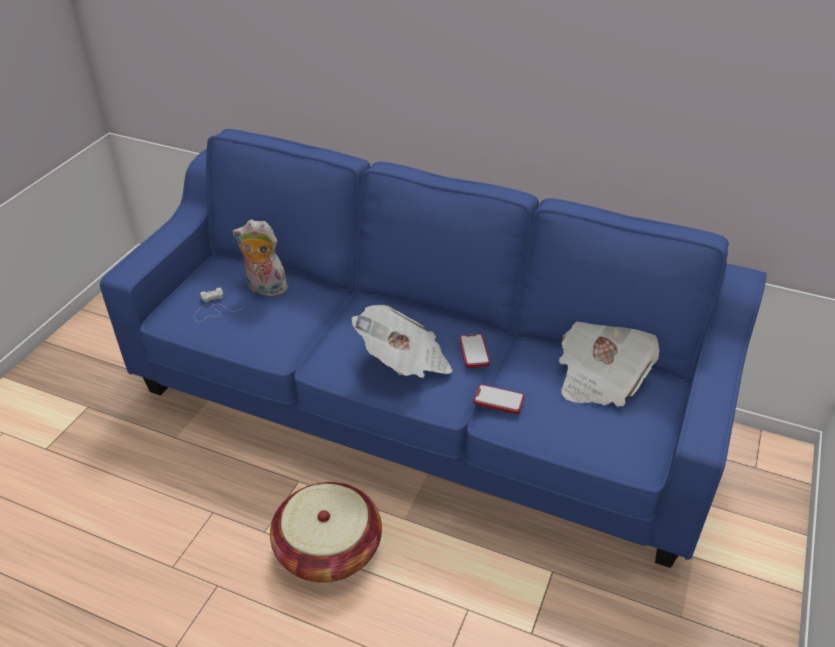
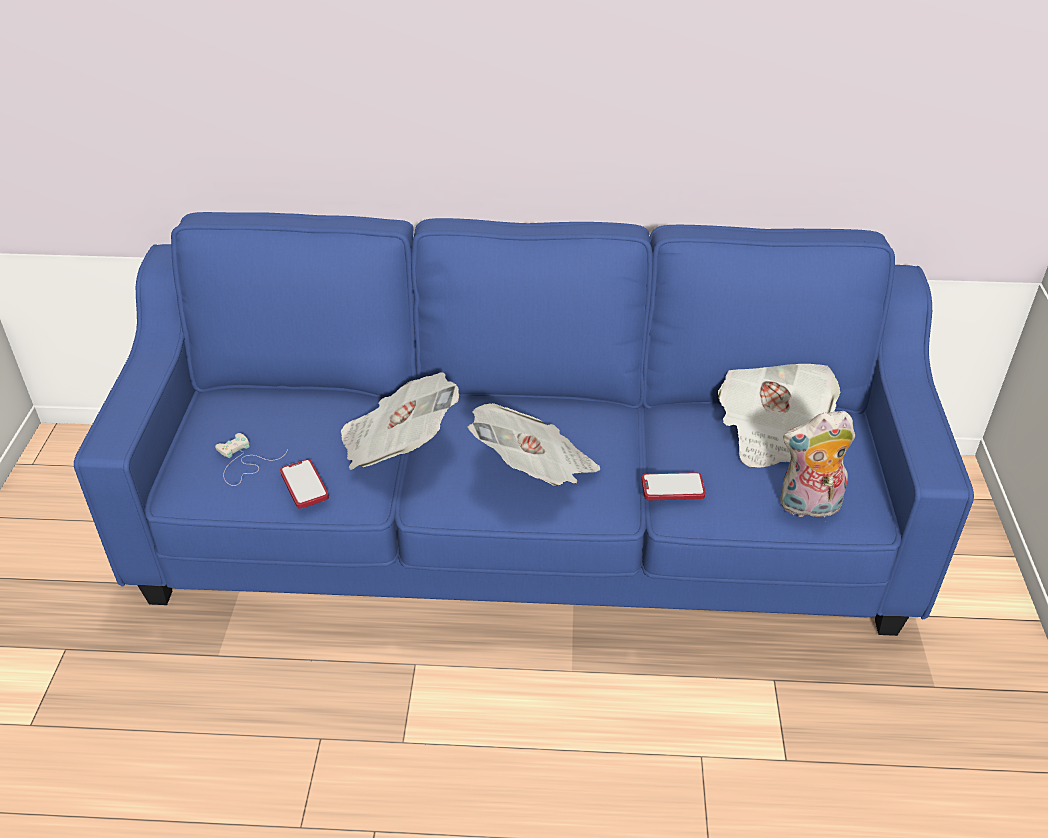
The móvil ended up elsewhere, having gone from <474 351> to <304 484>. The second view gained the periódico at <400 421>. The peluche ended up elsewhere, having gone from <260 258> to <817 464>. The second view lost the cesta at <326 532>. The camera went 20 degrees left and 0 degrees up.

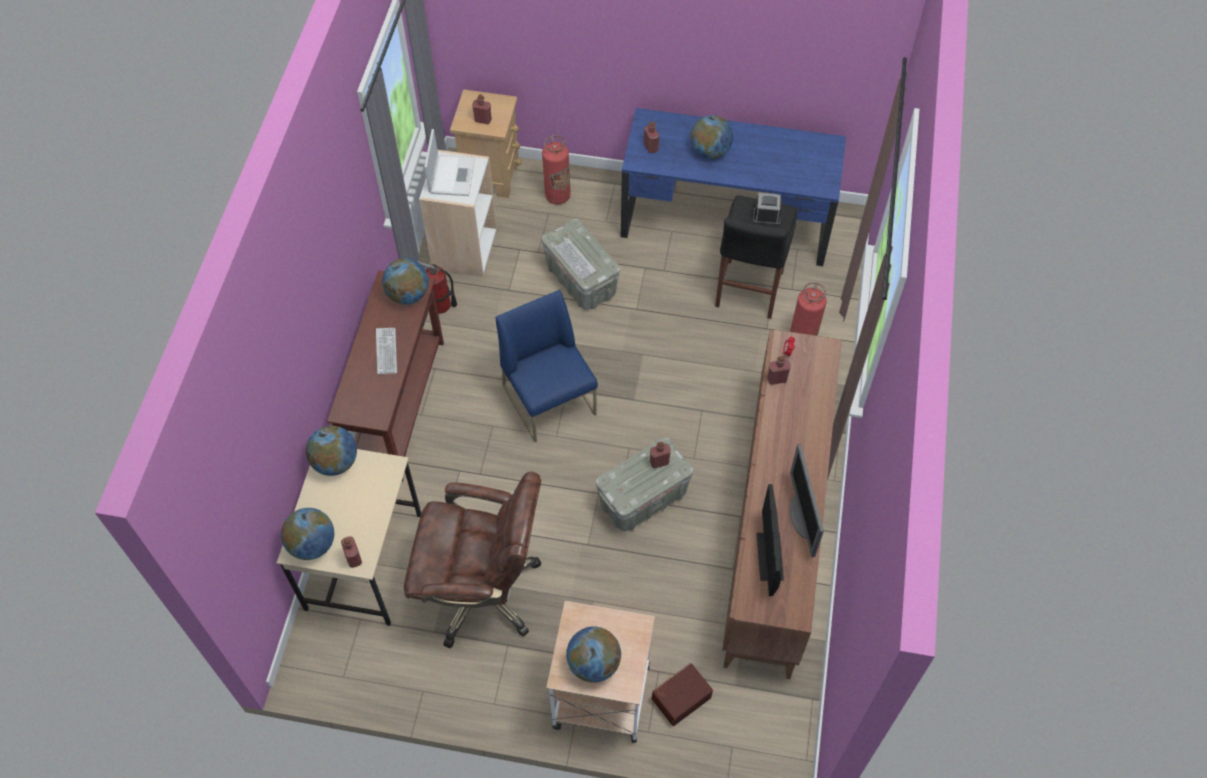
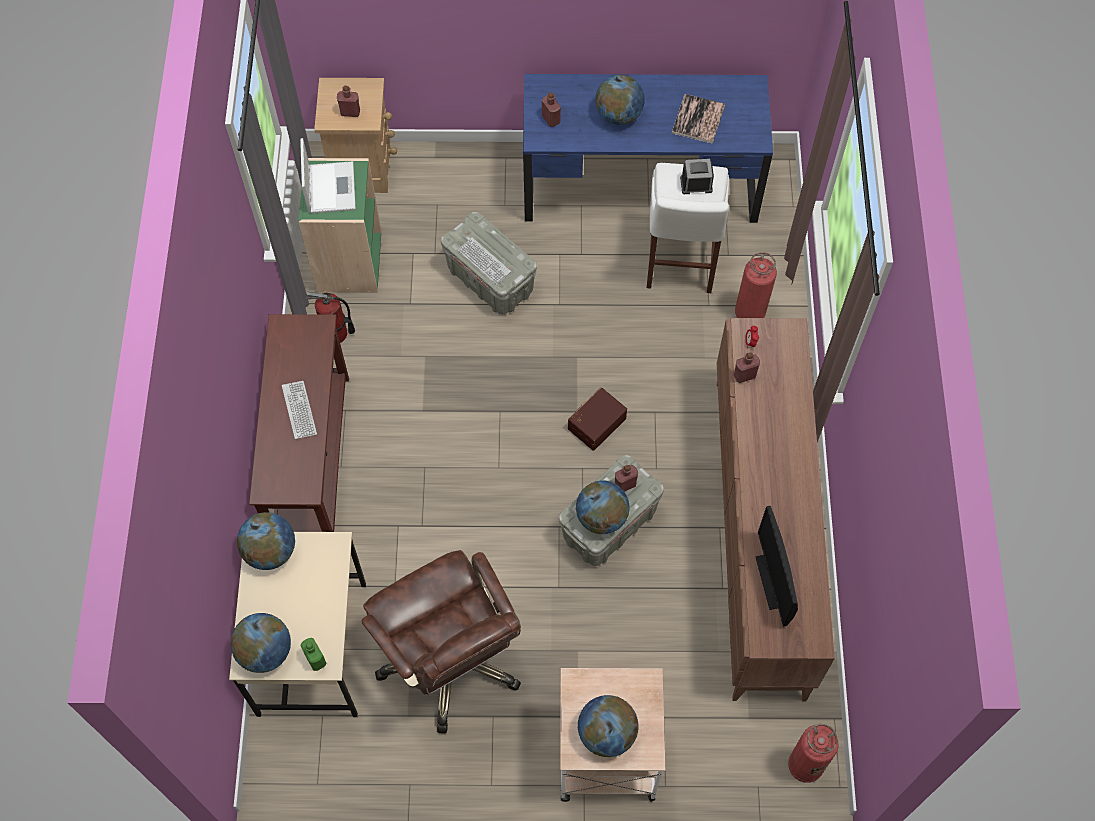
What was the estantería [blanco] at <458 213> turned into the estantería [verde] at <340 225>. What was the botella [rojo] at <351 552> turned into the botella [verde] at <313 654>. The silla de oficina [marrón] at <473 560> ended up facing another way, 60 degrees clockwise from before. The caja de almacenaje [marrón] ended up elsewhere, having gone from <682 694> to <597 419>. The globo terráqueo ended up elsewhere, having gone from <405 281> to <603 507>. What was the taburete [negro] at <756 257> turned into the taburete [blanco] at <688 228>. The second view gained the libro at <698 118>. The extintor ended up elsewhere, having gone from <556 170> to <813 753>. The second view lost the silla [azul] at <547 366>. The second view lost the monitor at <807 500>. The camera went 10 degrees left and 5 degrees up.

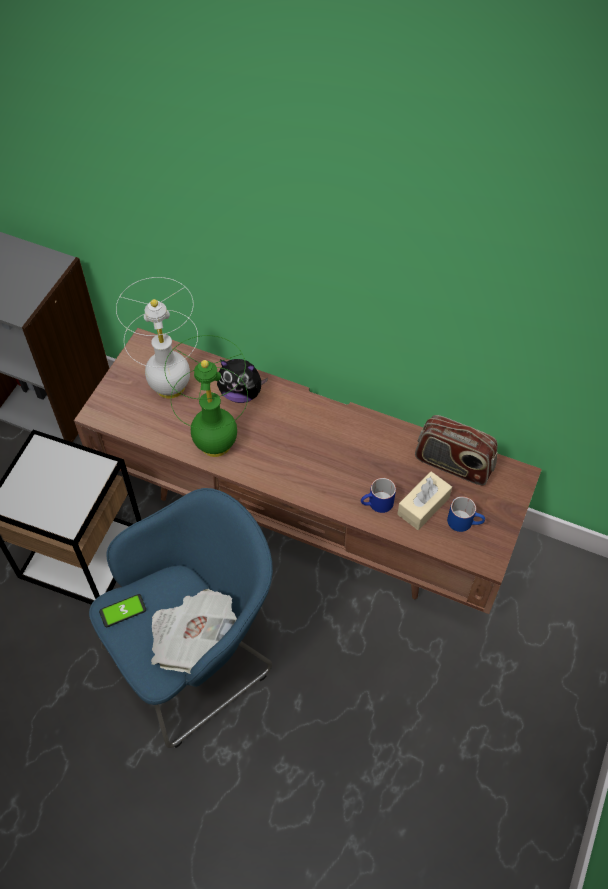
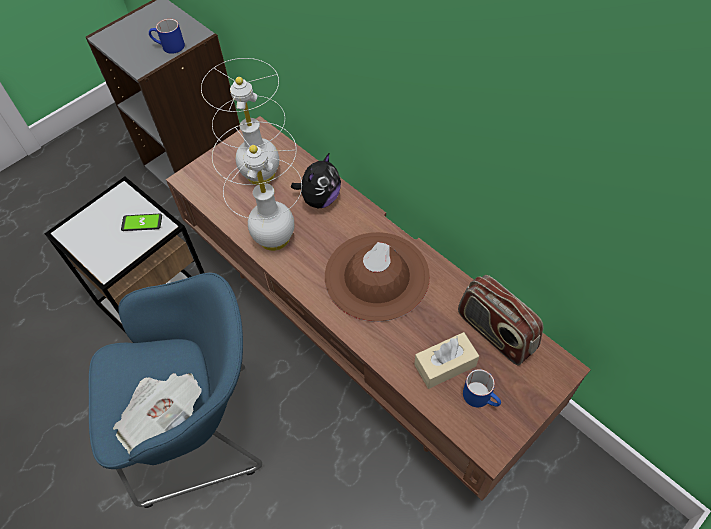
The móvil ended up elsewhere, having gone from <122 610> to <141 222>. The taza grande [azul] ended up elsewhere, having gone from <378 495> to <167 36>. What was the lámpara de mesa [verde] at <206 396> turned into the lámpara de mesa [blanco] at <257 186>. The peluche at <242 381> ended up facing another way, 90 degrees counterclockwise from before. The second view gained the sombrero [marrón] at <377 277>. The camera went 25 degrees right and 0 degrees up.

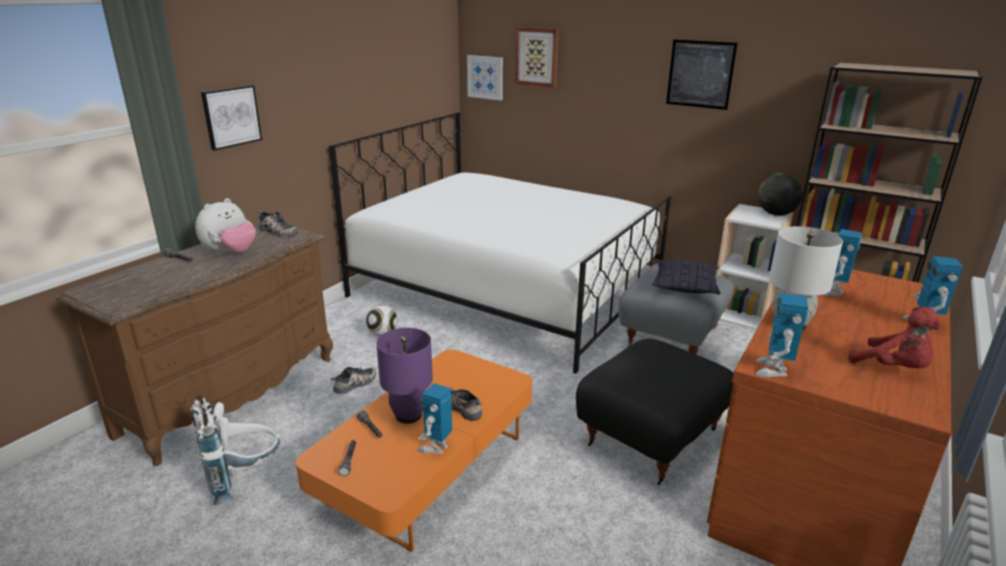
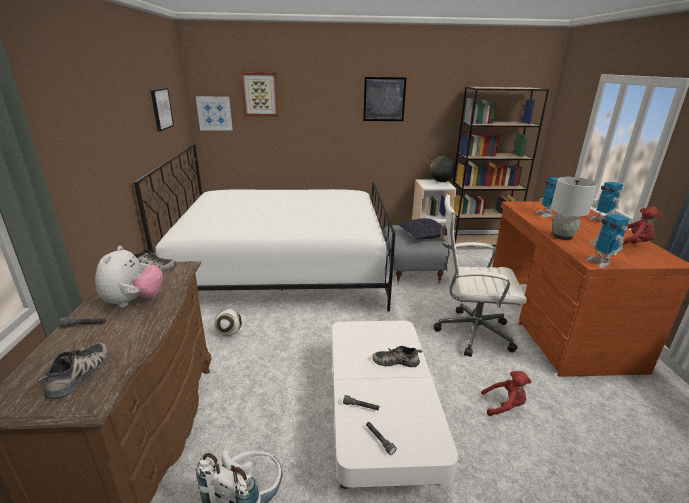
The zapato ended up elsewhere, having gone from <353 380> to <73 371>. The cuadro ended up elsewhere, having gone from <231 118> to <162 109>. What was the mesa de centro [naranja] at <414 451> turned into the mesa de centro [blanco] at <395 405>. Where the puf [negro] stood at <654 411>, the silla de oficina [blanco] came to stand at <480 275>. The second view gained the peluche [rojo] at <506 393>. The second view lost the lámpara de mesa [morado] at <404 376>. The second view lost the robot de juguete at <434 418>. The camera went 35 degrees left and 0 degrees up.

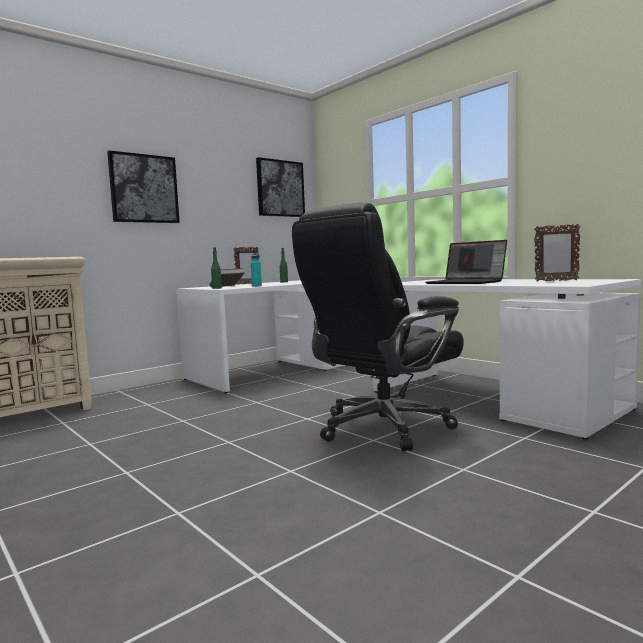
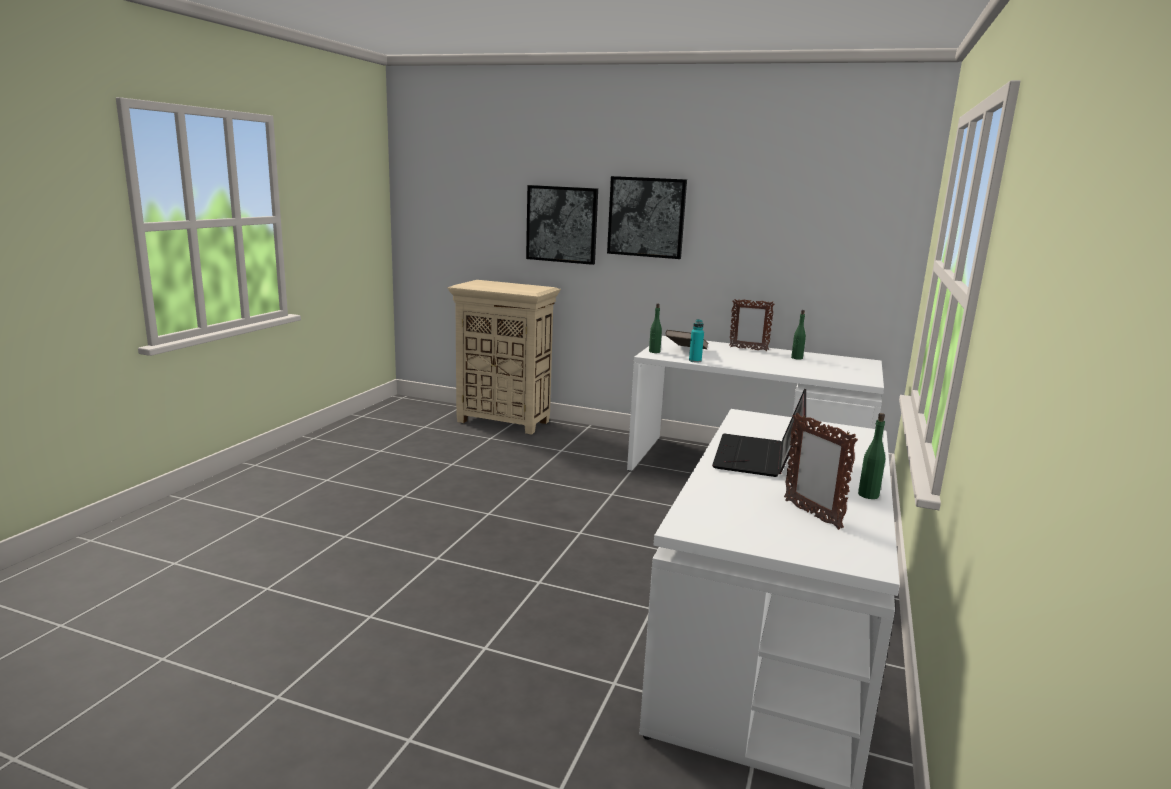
The cuadro ended up elsewhere, having gone from <280 187> to <562 225>. The second view gained the botella [verde] at <871 456>. The second view lost the silla de oficina [negro] at <378 327>. The camera went 60 degrees right and 10 degrees up.

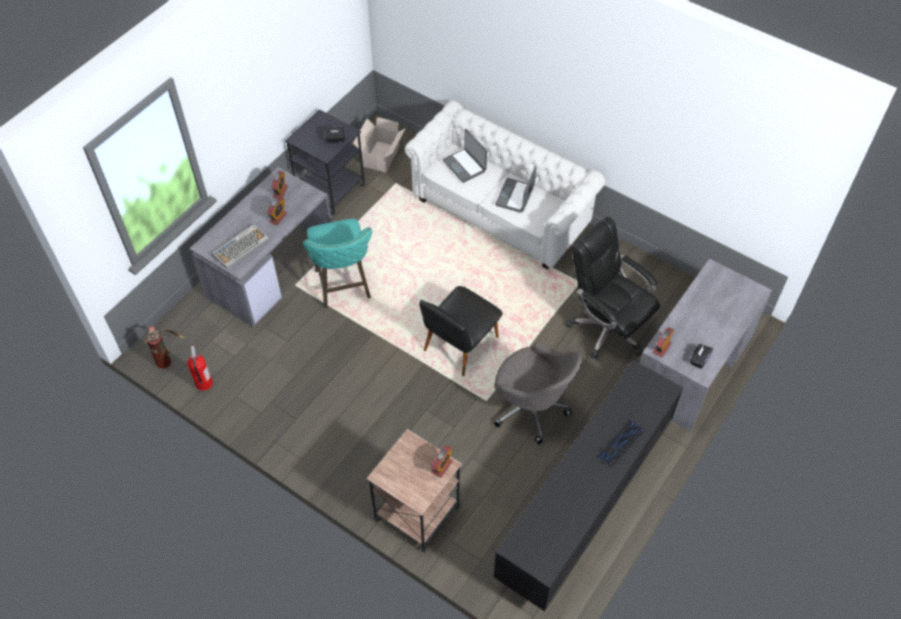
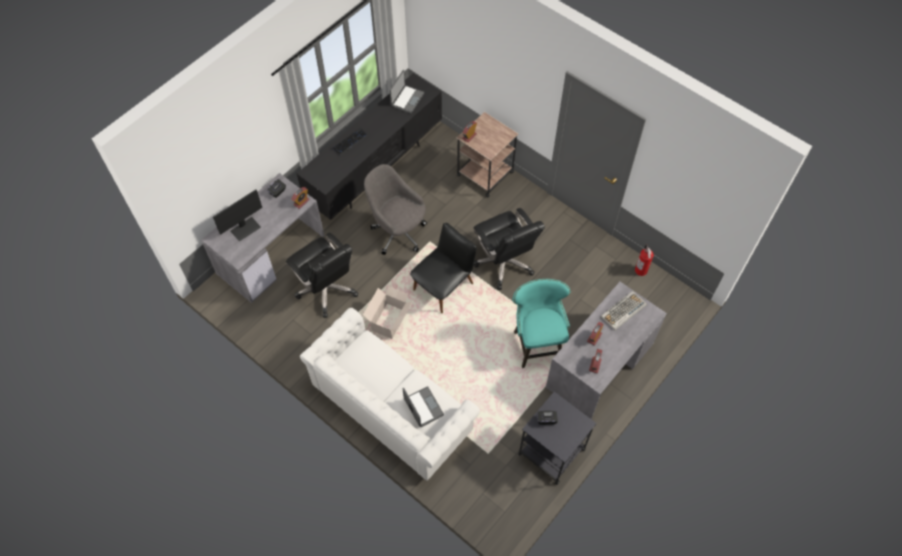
The second view gained the monitor at <237 215>. The caja de cartón ended up elsewhere, having gone from <379 144> to <387 312>. The portátil ended up elsewhere, having gone from <515 189> to <407 91>. The second view gained the silla de oficina [negro] at <509 249>. The second view lost the extintor at <165 347>. The camera went 175 degrees left and 5 degrees up.

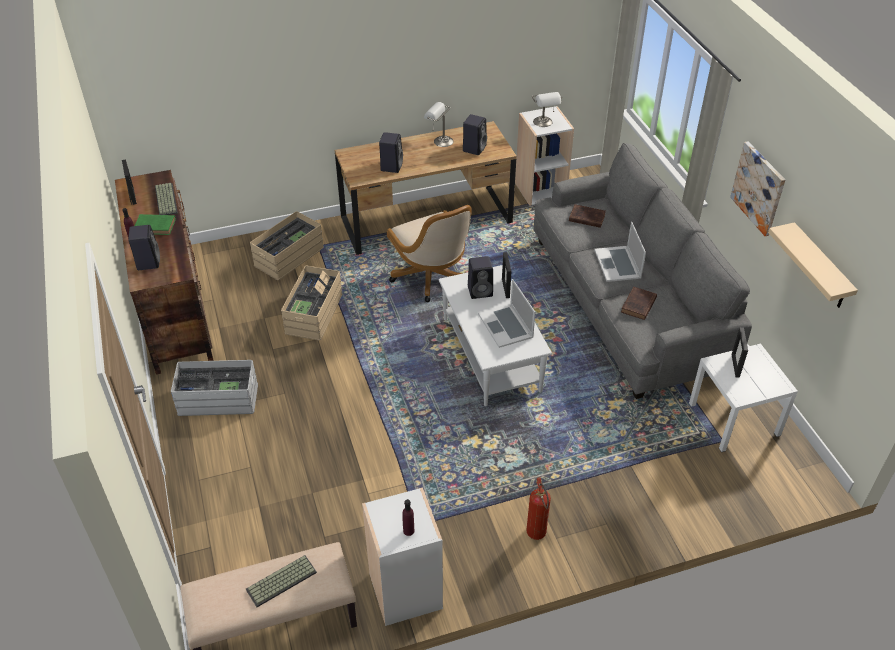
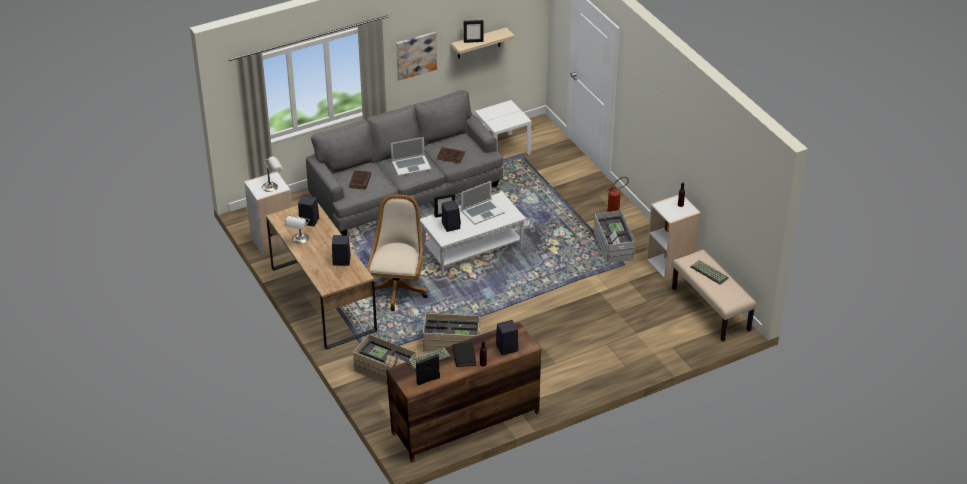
The silla de oficina at <429 253> ended up facing another way, 45 degrees counterclockwise from before. What was the libro [verde] at <155 224> turned into the libro [negro] at <464 355>. The portarretratos ended up elsewhere, having gone from <740 352> to <474 31>. The caja de almacenaje [gris] ended up elsewhere, having gone from <214 388> to <614 236>. The camera went 100 degrees left and 5 degrees down.

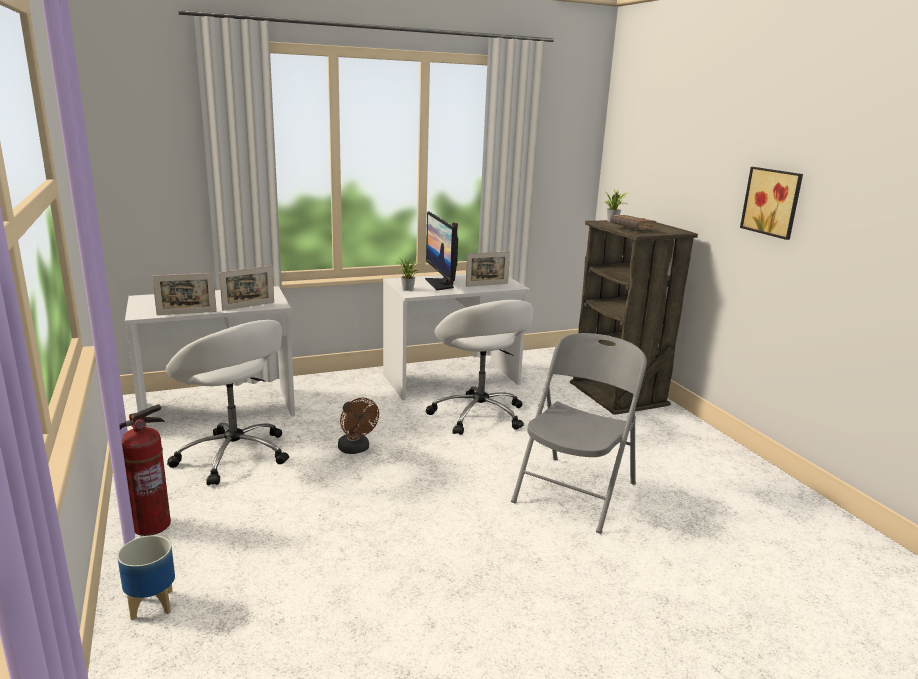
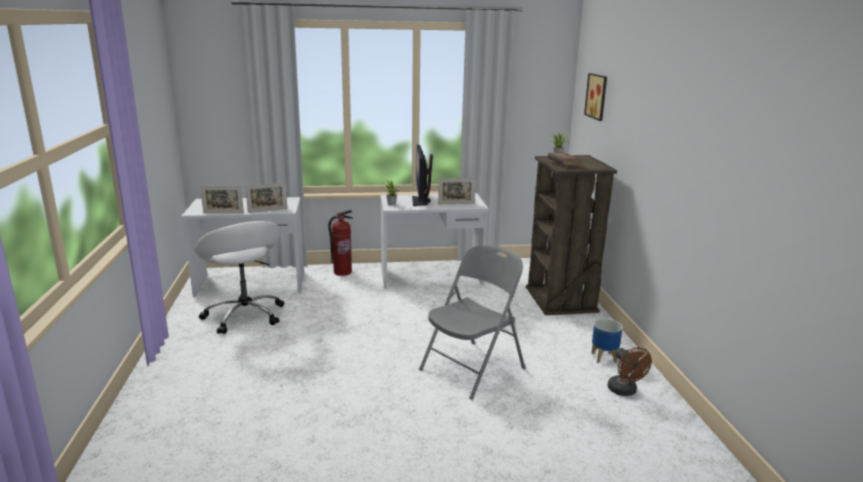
The extintor ended up elsewhere, having gone from <145 470> to <340 243>. The cuadro ended up elsewhere, having gone from <771 203> to <595 97>. The maceta ended up elsewhere, having gone from <146 577> to <607 341>. The ventilador [marrón] ended up elsewhere, having gone from <358 425> to <629 371>. The second view lost the silla de oficina [blanco] at <479 367>. The camera went 15 degrees right and 0 degrees up.

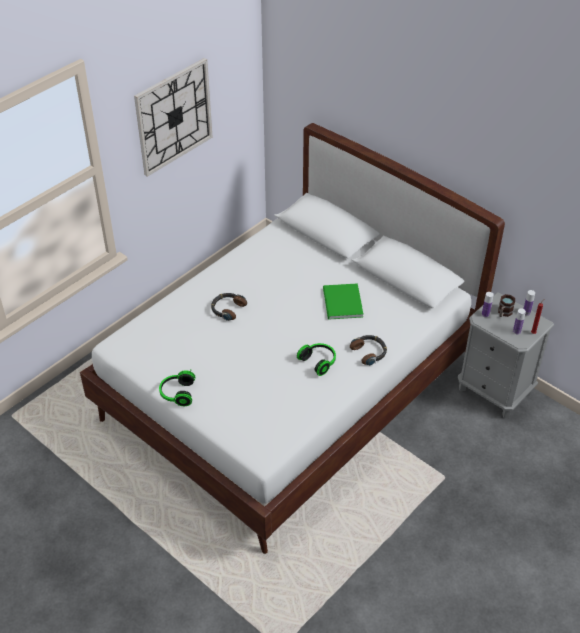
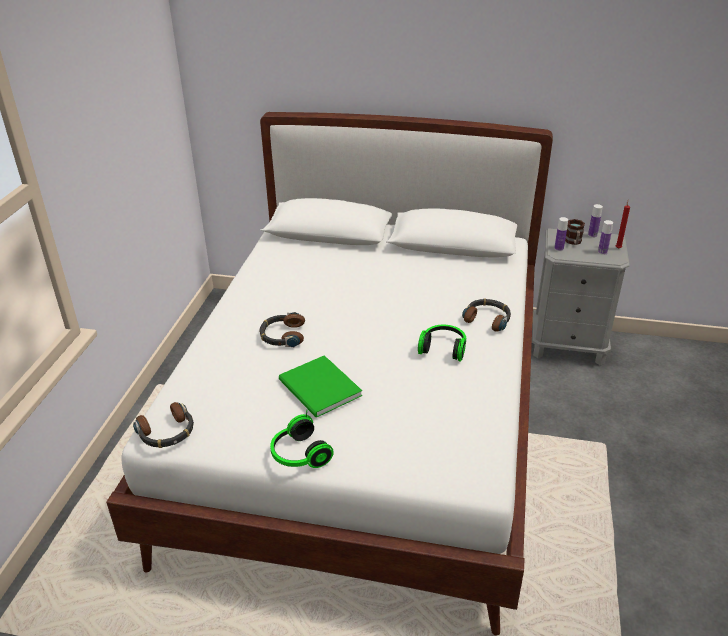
The second view gained the auriculares at <163 425>. The libro [verde] ended up elsewhere, having gone from <343 301> to <320 386>. The second view lost the reloj de pared at <173 117>. The camera went 30 degrees left and 10 degrees down.

